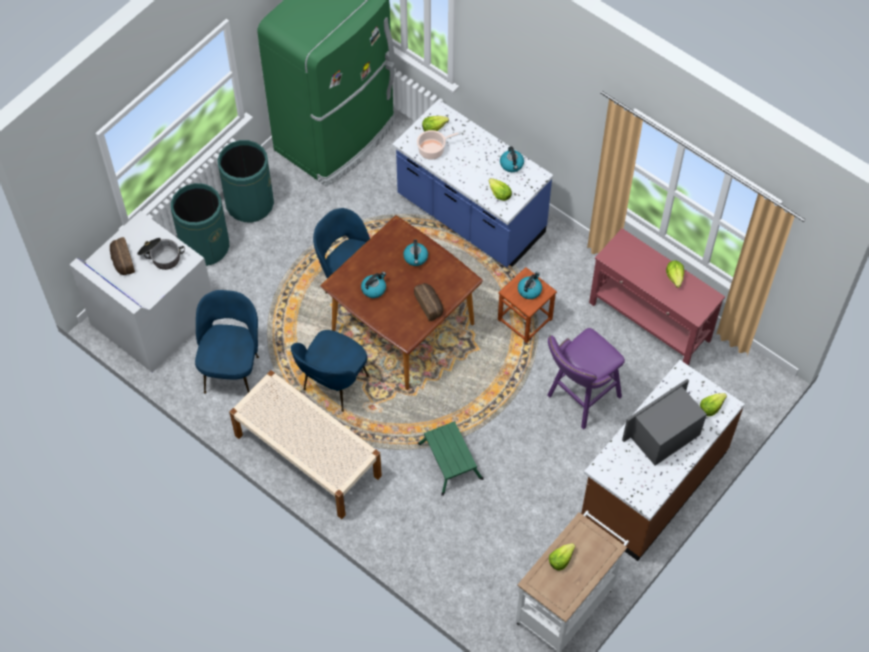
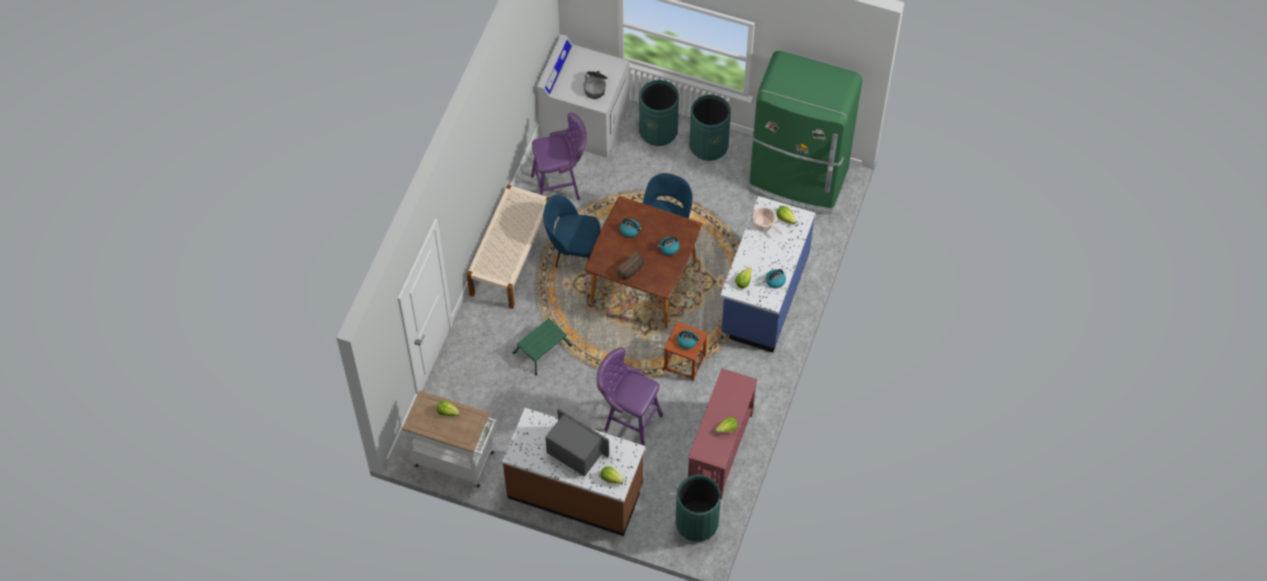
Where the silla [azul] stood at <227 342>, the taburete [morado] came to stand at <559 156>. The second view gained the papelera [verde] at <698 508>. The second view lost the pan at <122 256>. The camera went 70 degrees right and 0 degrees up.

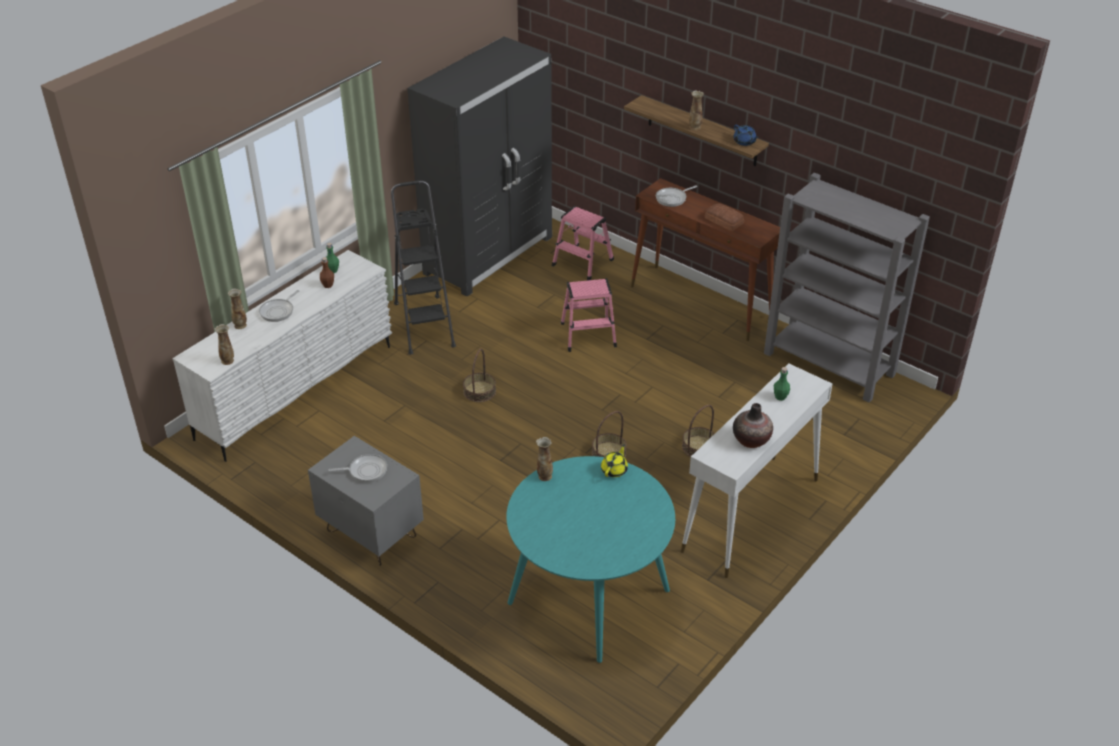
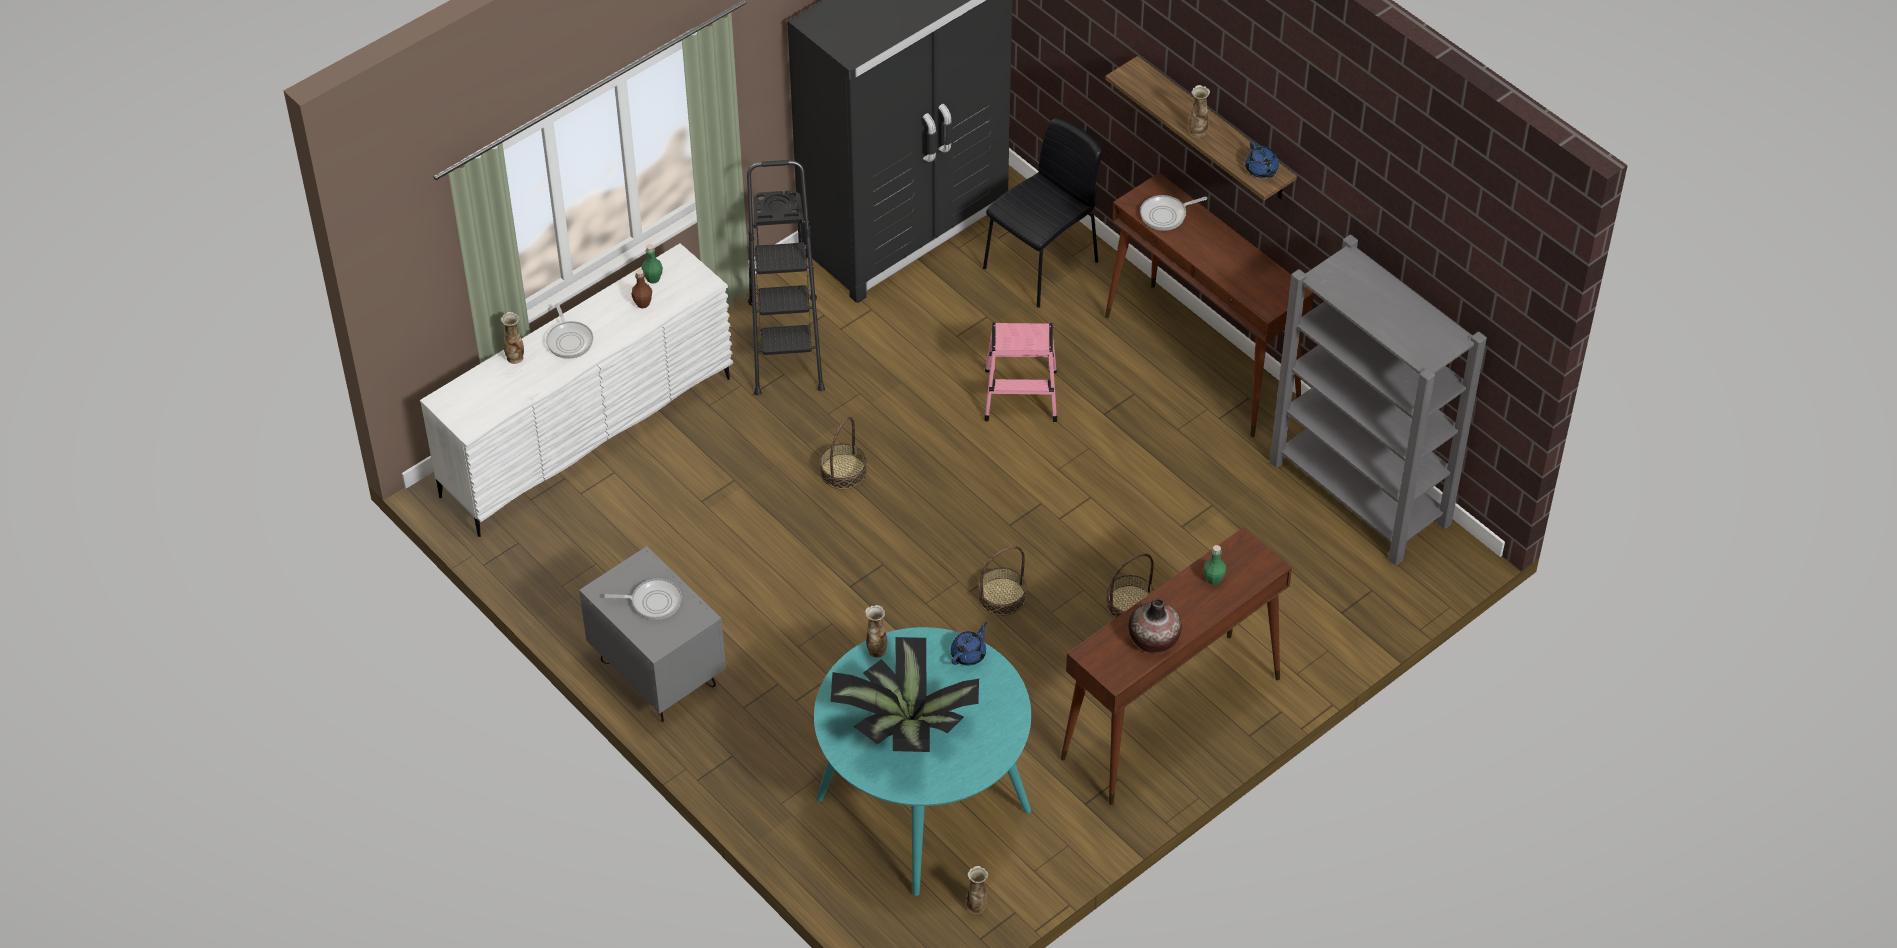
The sartén at <279 306> ended up facing another way, 60 degrees counterclockwise from before. The second view gained the planta en maceta at <905 694>. What was the tetera [amarillo] at <614 461> turned into the tetera [azul] at <969 643>. The florero ended up elsewhere, having gone from <224 344> to <977 890>. Where the escalera de tijera [rosa] stood at <583 243>, the silla [negro] came to stand at <1043 213>. What was the mesa consola [blanco] at <756 471> turned into the mesa consola [marrón] at <1176 666>. The second view lost the pan at <724 217>. The camera went 10 degrees right and 10 degrees up.

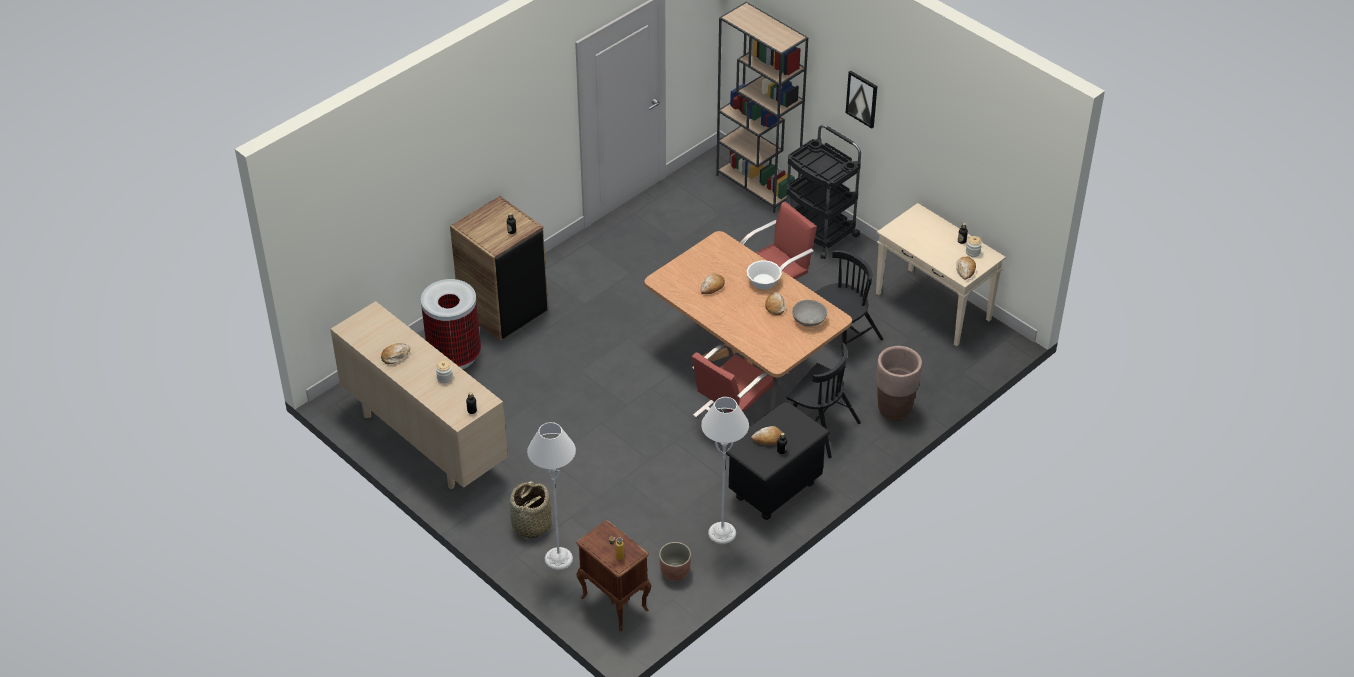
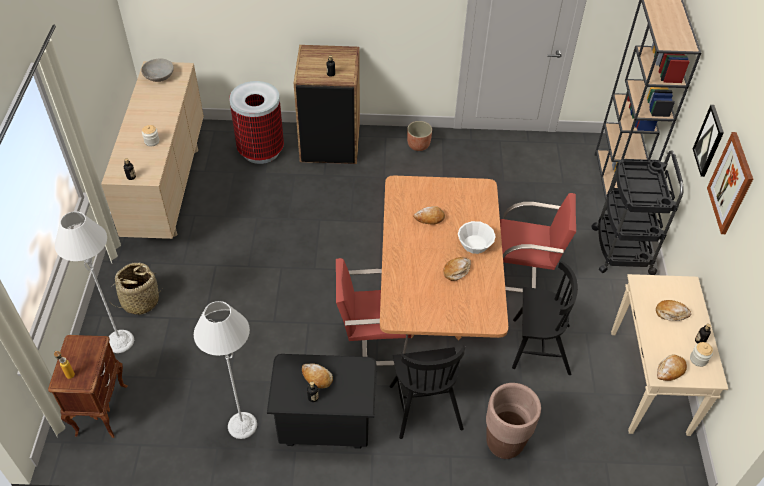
The cuenco [gris] ended up elsewhere, having gone from <809 313> to <157 70>. The maceta ended up elsewhere, having gone from <675 561> to <419 136>. The pan ended up elsewhere, having gone from <395 353> to <673 310>. The second view gained the cuadro at <730 183>. The camera went 45 degrees right and 5 degrees up.

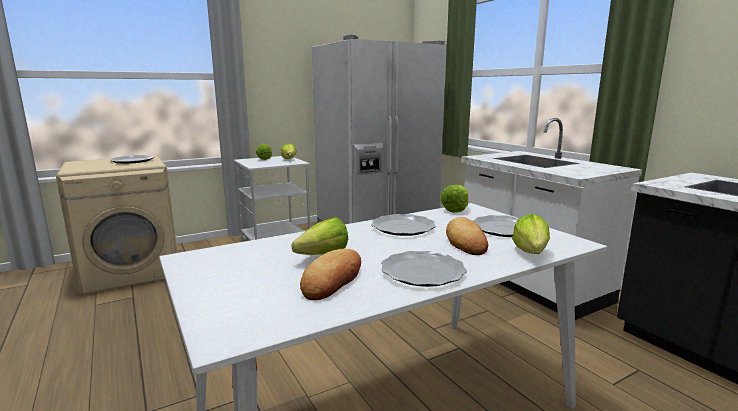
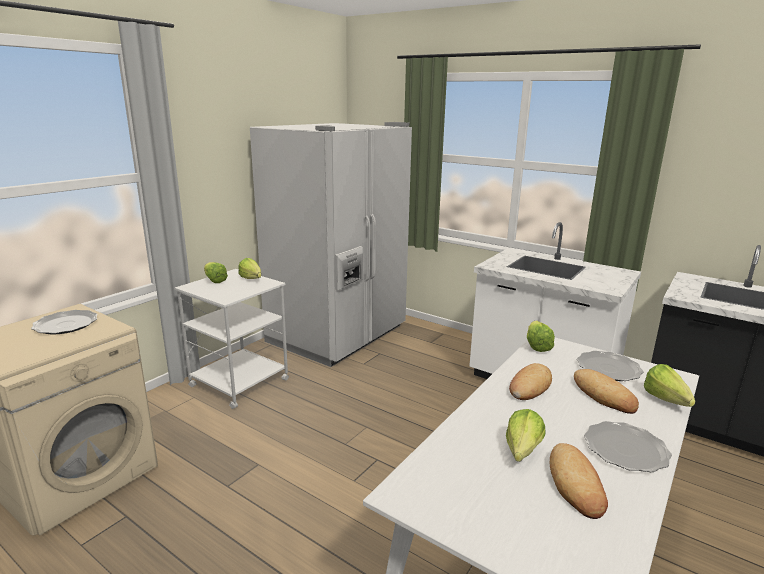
Where the plato stood at <403 225>, the pan came to stand at <530 381>. The camera went 25 degrees left and 5 degrees up.

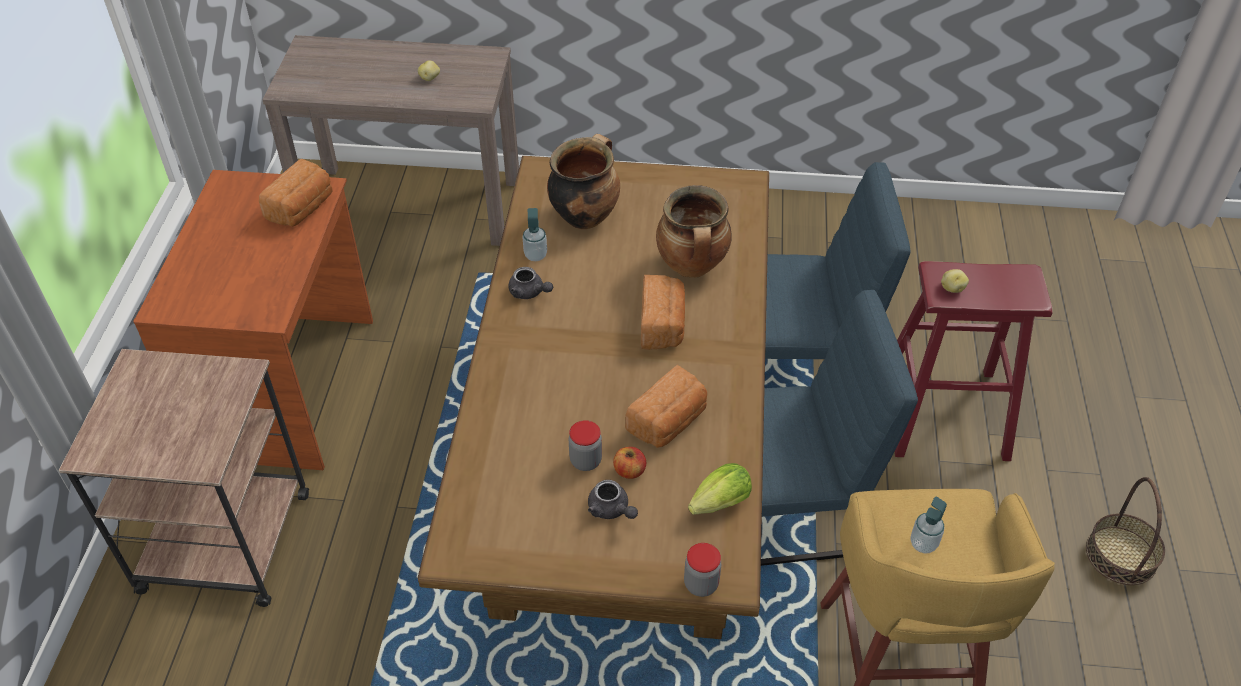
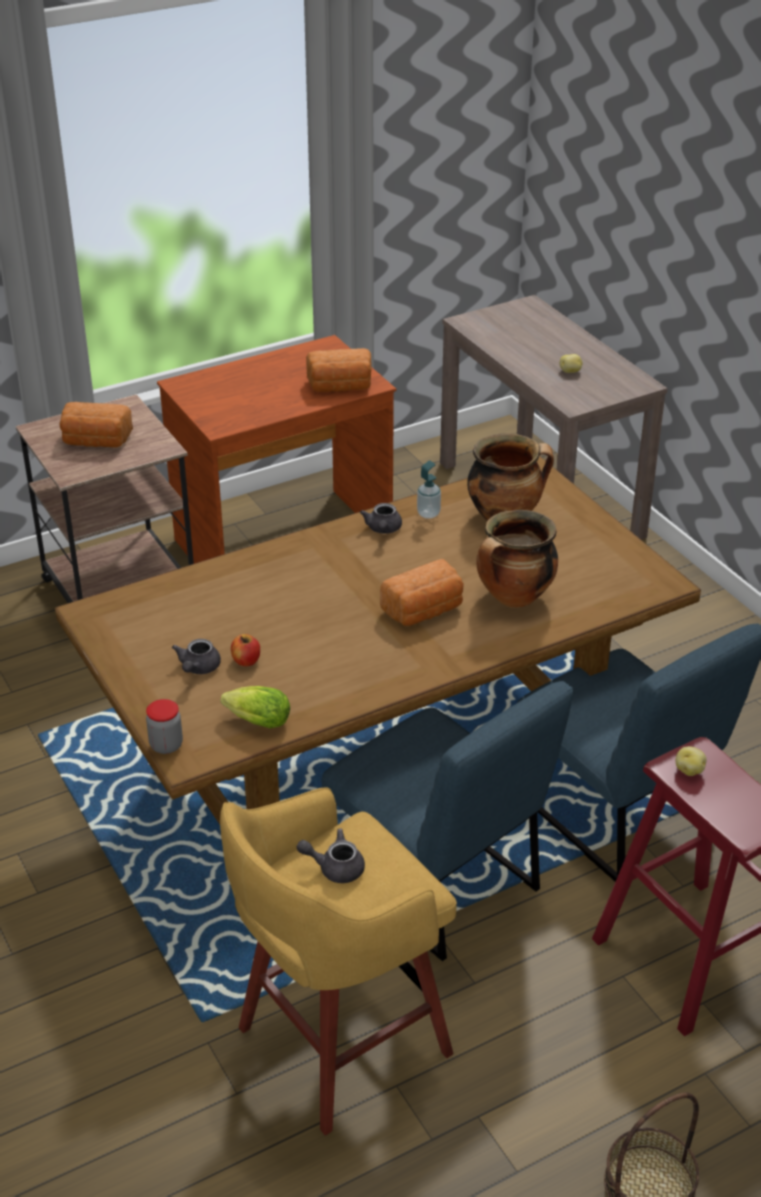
The pan ended up elsewhere, having gone from <666 406> to <96 425>. Where the dispensador de jabón stood at <928 525>, the tetera [gris] came to stand at <331 856>. The second view lost the tarro at <585 445>. The camera went 55 degrees right and 10 degrees down.

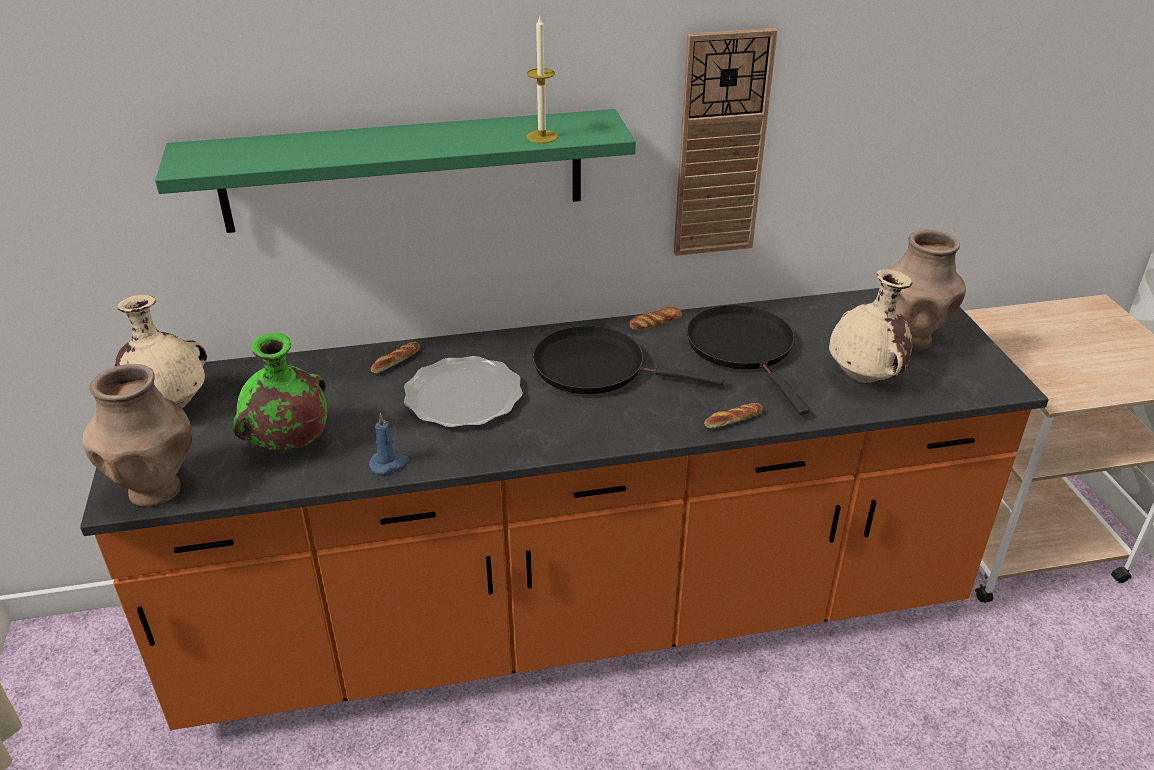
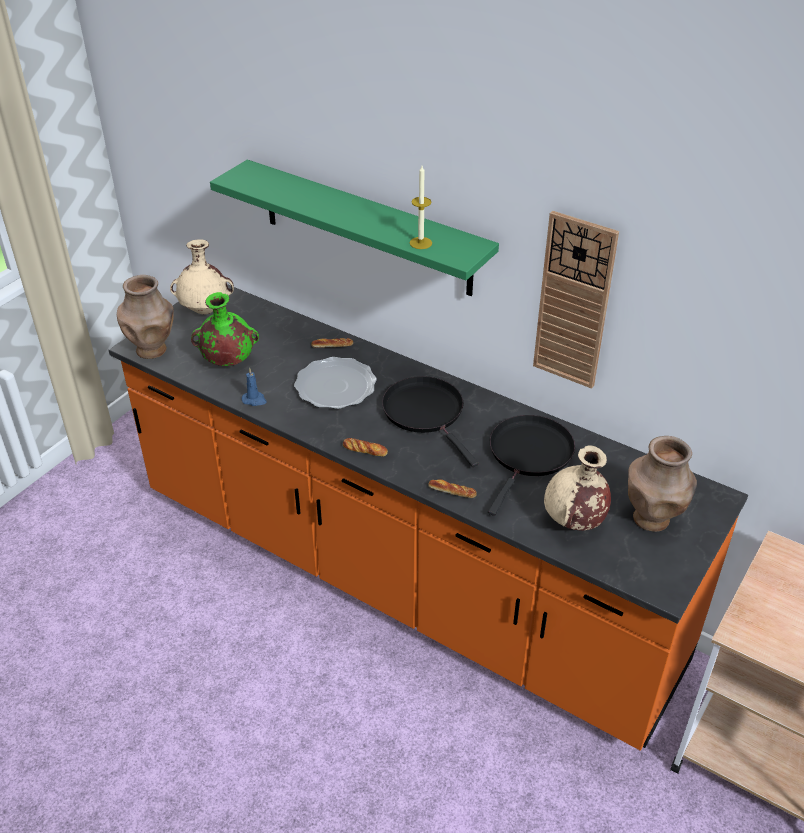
The pan ended up elsewhere, having gone from <655 318> to <365 447>. The camera went 45 degrees right and 5 degrees up.

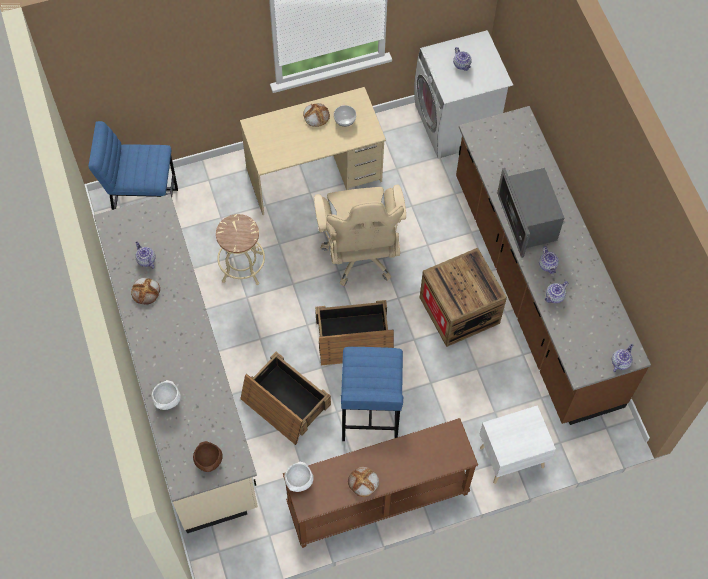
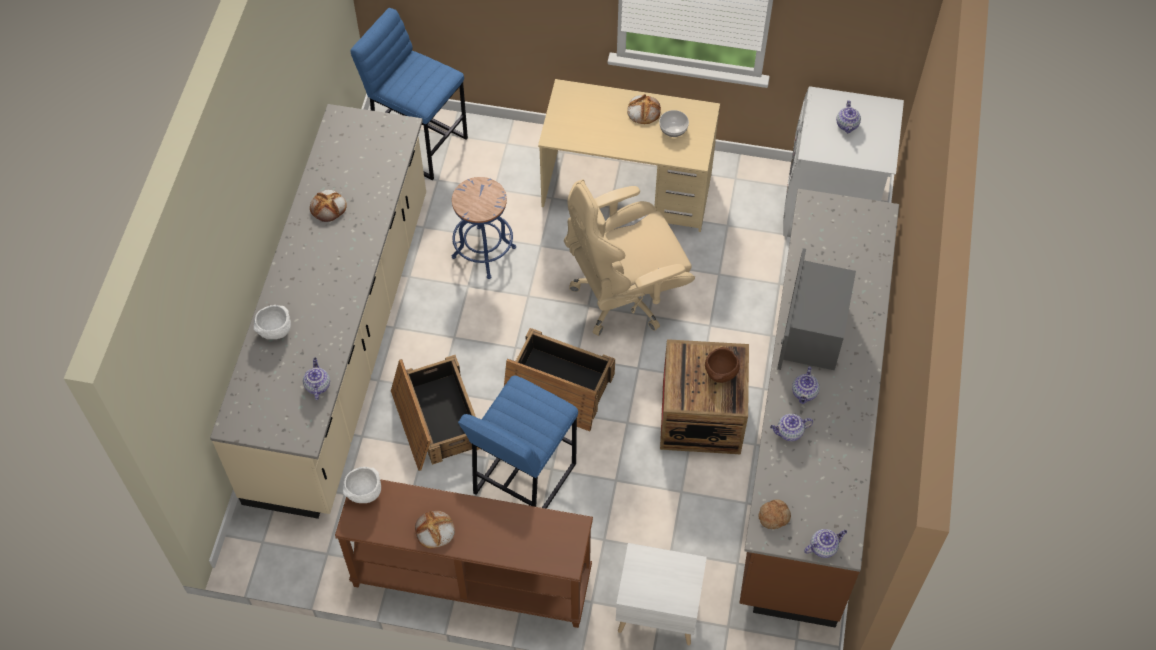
The tetera ended up elsewhere, having gone from <145 255> to <316 379>. What was the taburete [beis] at <240 249> turned into the taburete [azul] at <484 228>. The silla de oficina [beis] at <360 235> ended up facing another way, 45 degrees clockwise from before. The cuenco [marrón] ended up elsewhere, having gone from <208 456> to <722 365>. The second view gained the pan at <774 514>. The camera went 30 degrees right and 5 degrees down.

